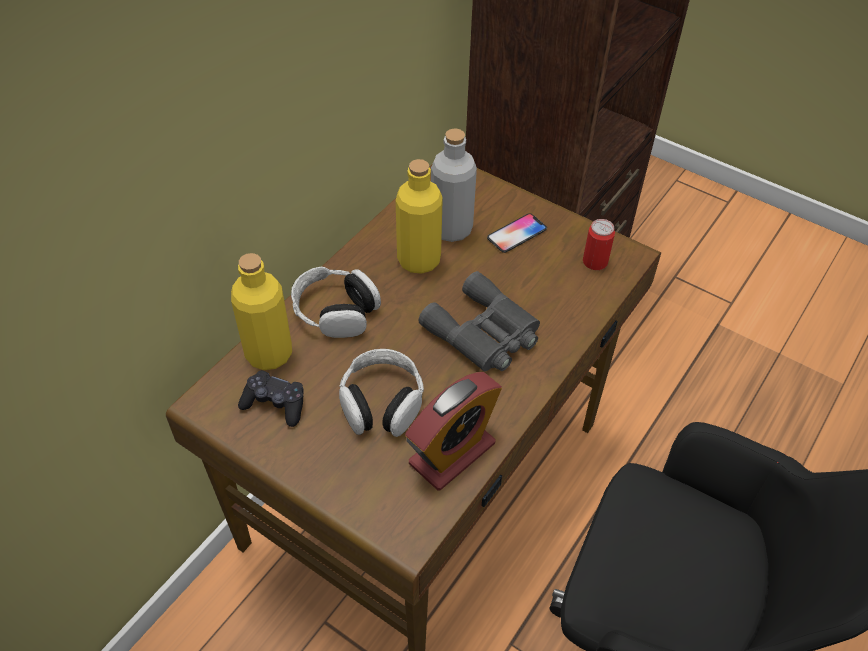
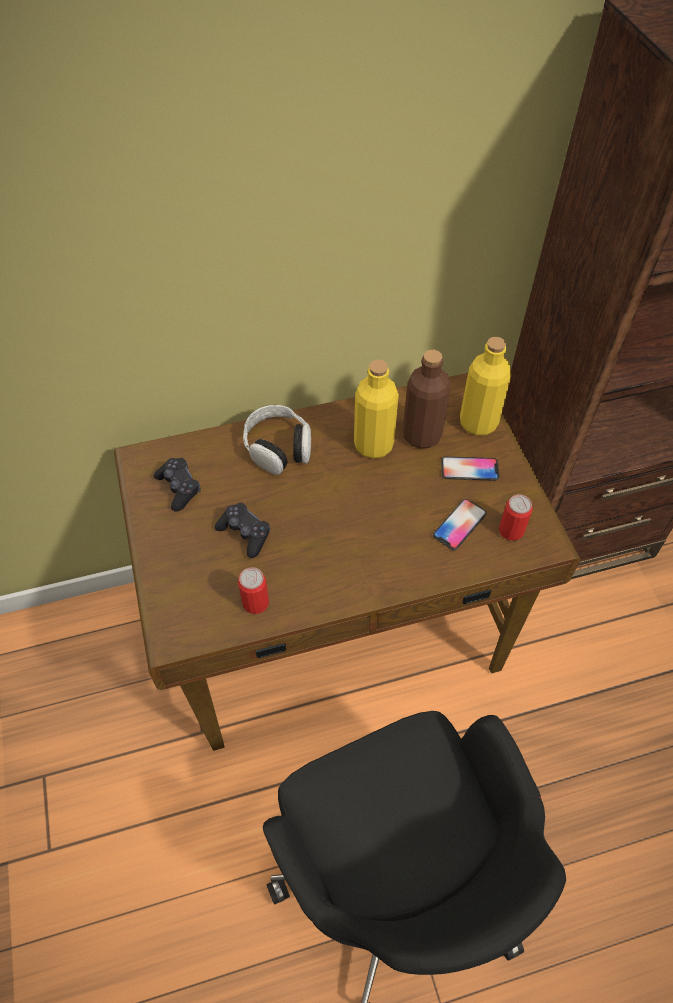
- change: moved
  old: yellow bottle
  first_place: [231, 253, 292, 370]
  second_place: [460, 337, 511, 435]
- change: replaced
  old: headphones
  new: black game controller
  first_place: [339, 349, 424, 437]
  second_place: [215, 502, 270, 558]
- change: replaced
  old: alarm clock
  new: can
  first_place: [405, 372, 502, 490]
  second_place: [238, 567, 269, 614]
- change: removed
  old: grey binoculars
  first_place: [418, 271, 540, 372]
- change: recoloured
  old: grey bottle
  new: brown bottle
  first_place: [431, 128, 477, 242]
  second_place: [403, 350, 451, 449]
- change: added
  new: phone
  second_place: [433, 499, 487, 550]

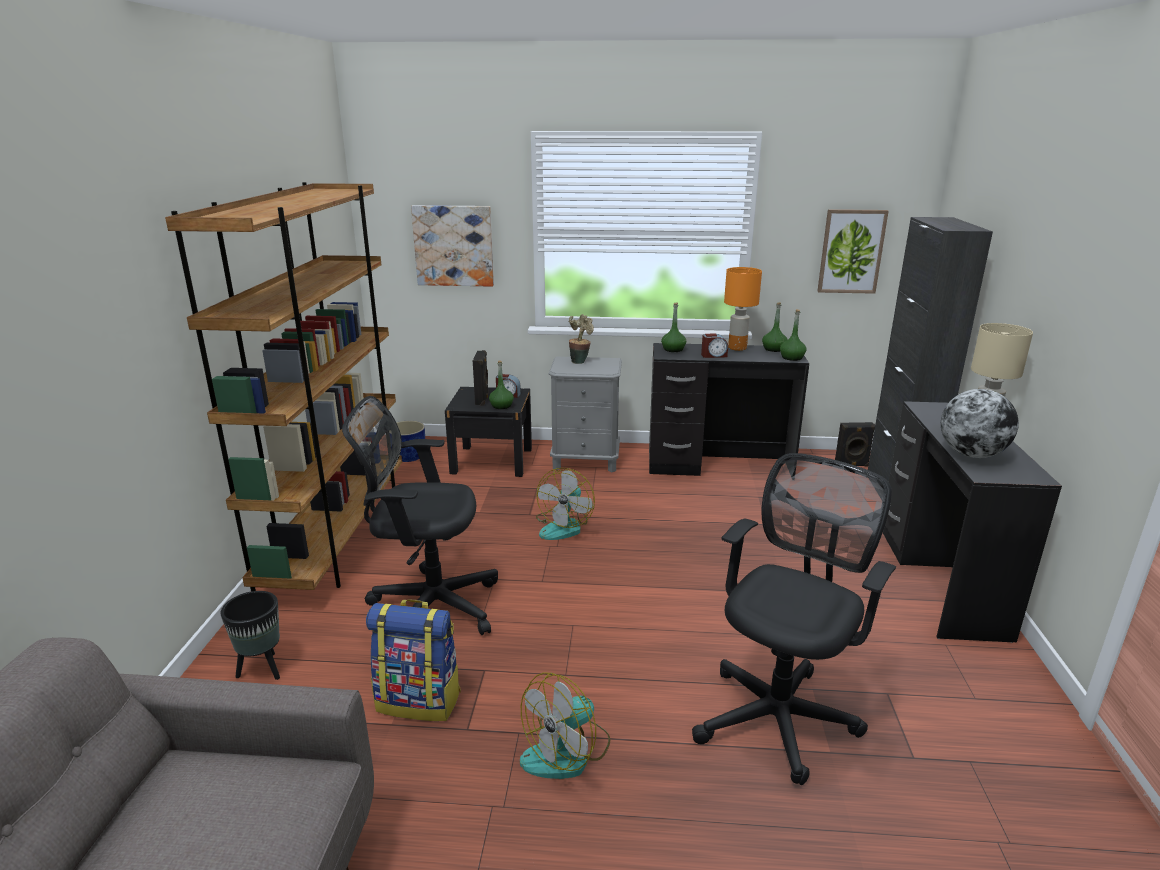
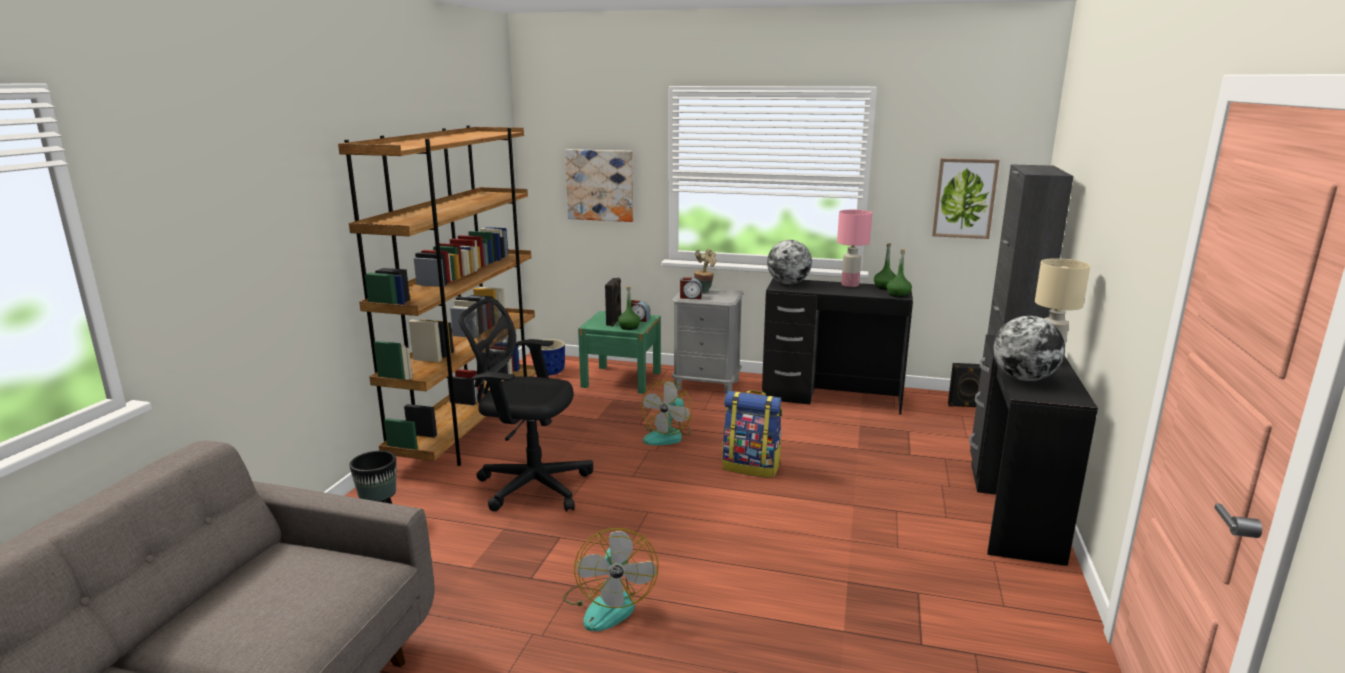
- change: moved
  old: backpack
  first_place: [366, 600, 461, 721]
  second_place: [722, 390, 783, 478]
- change: recoloured
  old: black nightstand
  new: green nightstand
  first_place: [445, 387, 532, 477]
  second_place: [578, 311, 661, 394]
- change: turned
  old: fan
  first_place: [520, 672, 611, 779]
  second_place: [563, 528, 658, 631]
  degrees: -60
- change: replaced
  old: green bottle
  new: globe
  first_place: [661, 303, 686, 352]
  second_place: [767, 240, 812, 285]
- change: removed
  old: black office chair
  first_place: [692, 453, 896, 785]
- change: moved
  old: alarm clock
  first_place: [701, 334, 728, 358]
  second_place: [680, 277, 702, 299]
- change: recoloured
  old: orange table lamp
  new: pink table lamp
  first_place: [724, 267, 762, 351]
  second_place: [837, 210, 872, 287]

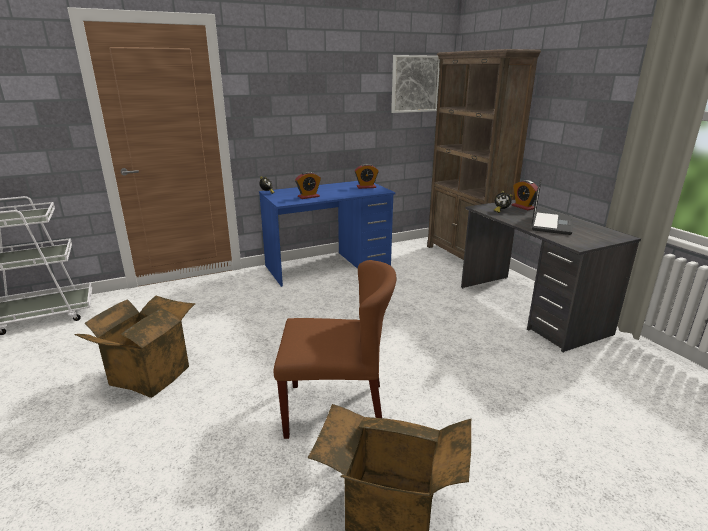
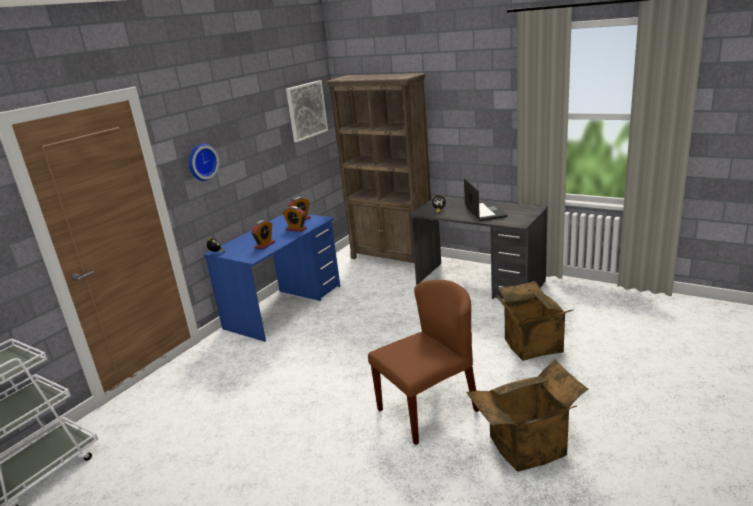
- change: moved
  old: cardboard box
  first_place: [74, 296, 196, 398]
  second_place: [495, 281, 573, 361]
- change: moved
  old: alarm clock
  first_place: [512, 180, 538, 210]
  second_place: [283, 206, 307, 232]
- change: added
  new: wall clock
  second_place: [189, 144, 219, 181]

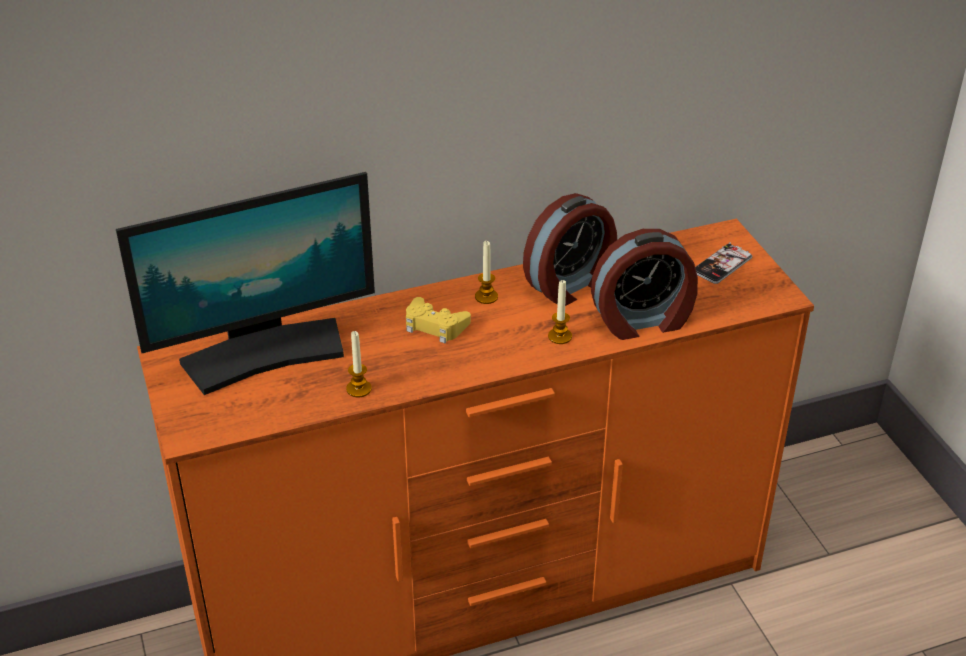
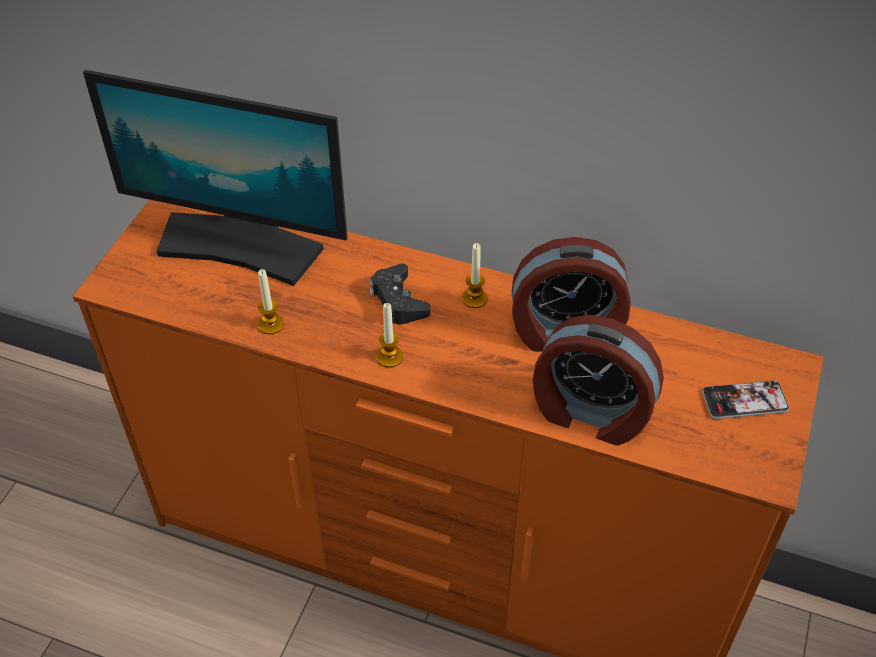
- change: recoloured
  old: yellow game controller
  new: black game controller
  first_place: [406, 297, 471, 343]
  second_place: [370, 264, 431, 325]
- change: moved
  old: candle
  first_place: [548, 280, 572, 344]
  second_place: [376, 303, 403, 368]

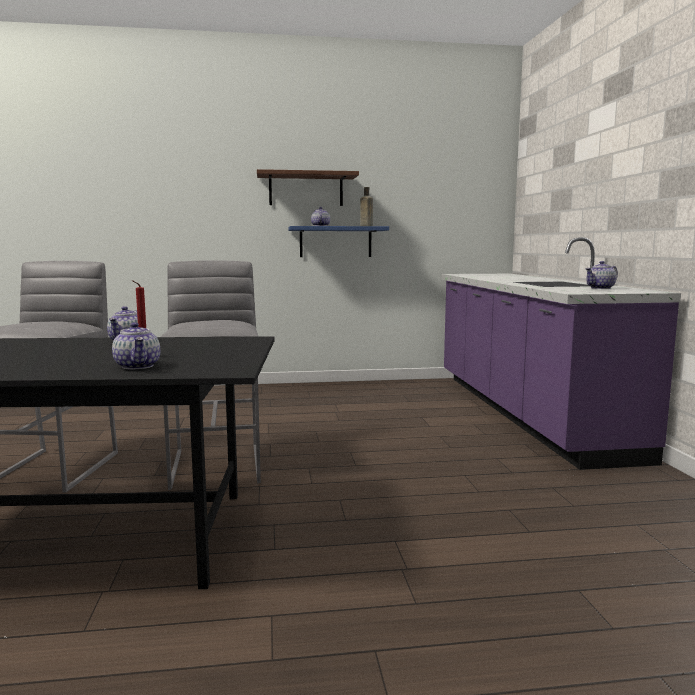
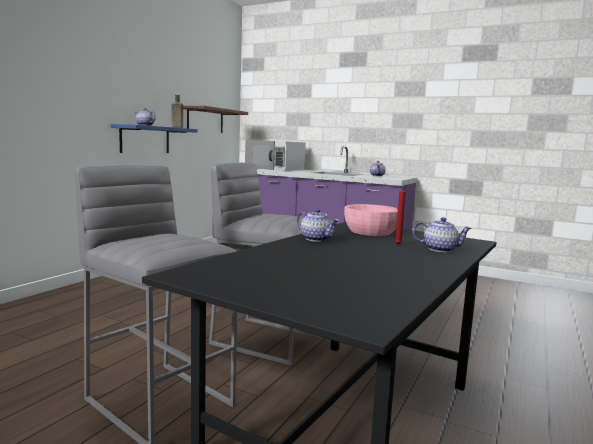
- change: moved
  old: brown shelf
  first_place: [257, 169, 359, 206]
  second_place: [183, 106, 248, 133]
- change: added
  new: white microwave
  second_place: [245, 140, 306, 171]
- change: added
  new: pink bowl
  second_place: [344, 204, 398, 236]

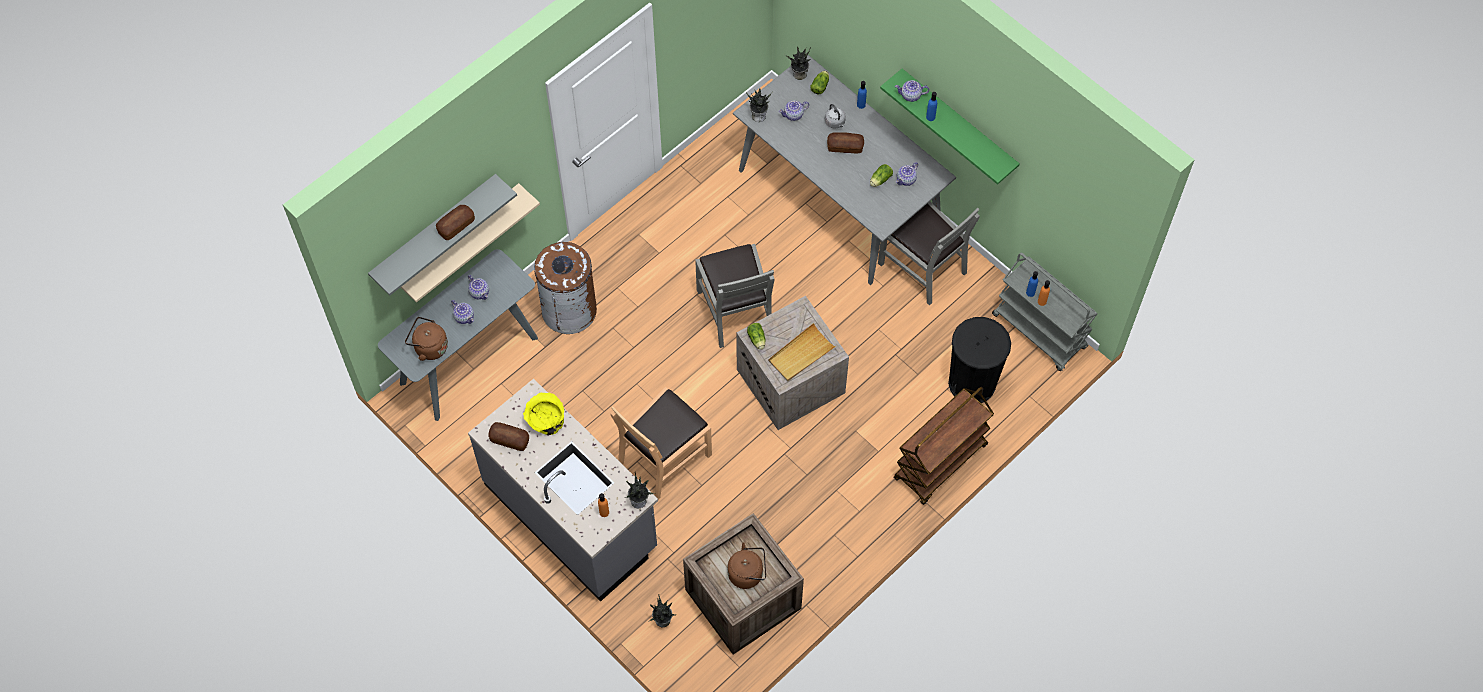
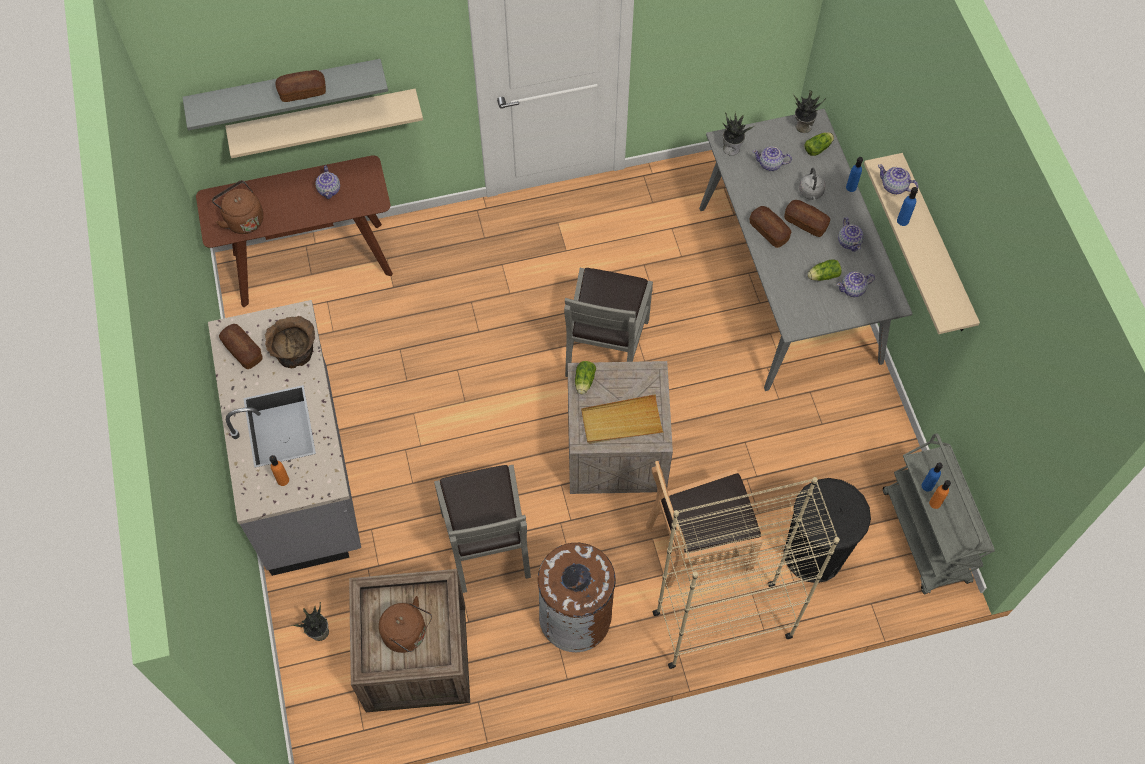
- change: recoloured
  old: grey console table
  new: brown console table
  first_place: [378, 249, 538, 421]
  second_place: [196, 155, 393, 307]
- change: moved
  old: teapot
  first_place: [451, 300, 474, 324]
  second_place: [838, 217, 864, 252]
- change: recoloured
  old: yellow bowl
  new: brown bowl
  first_place: [523, 392, 564, 435]
  second_place: [265, 316, 315, 368]
- change: moved
  old: brown trash can
  first_place: [534, 242, 597, 334]
  second_place: [538, 543, 616, 652]
- change: moved
  old: brown chair
  first_place: [610, 387, 712, 499]
  second_place: [646, 461, 763, 589]
- change: removed
  old: potted plant
  first_place: [625, 473, 655, 508]
- change: moved
  old: grey chair
  first_place: [878, 202, 980, 305]
  second_place: [434, 465, 531, 593]
- change: recoloured
  old: green shelf
  new: beige shelf
  first_place: [880, 69, 1020, 185]
  second_place: [864, 153, 980, 334]
- change: replaced
  old: brown cart
  new: beige bookcase
  first_place: [894, 387, 994, 505]
  second_place: [652, 477, 840, 669]
- change: added
  new: bread
  second_place: [750, 206, 792, 248]

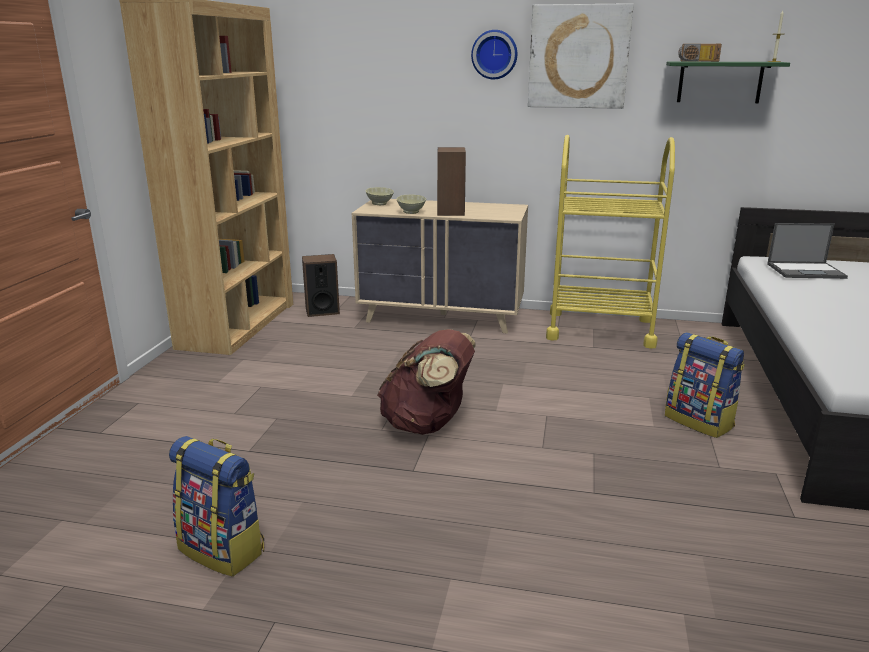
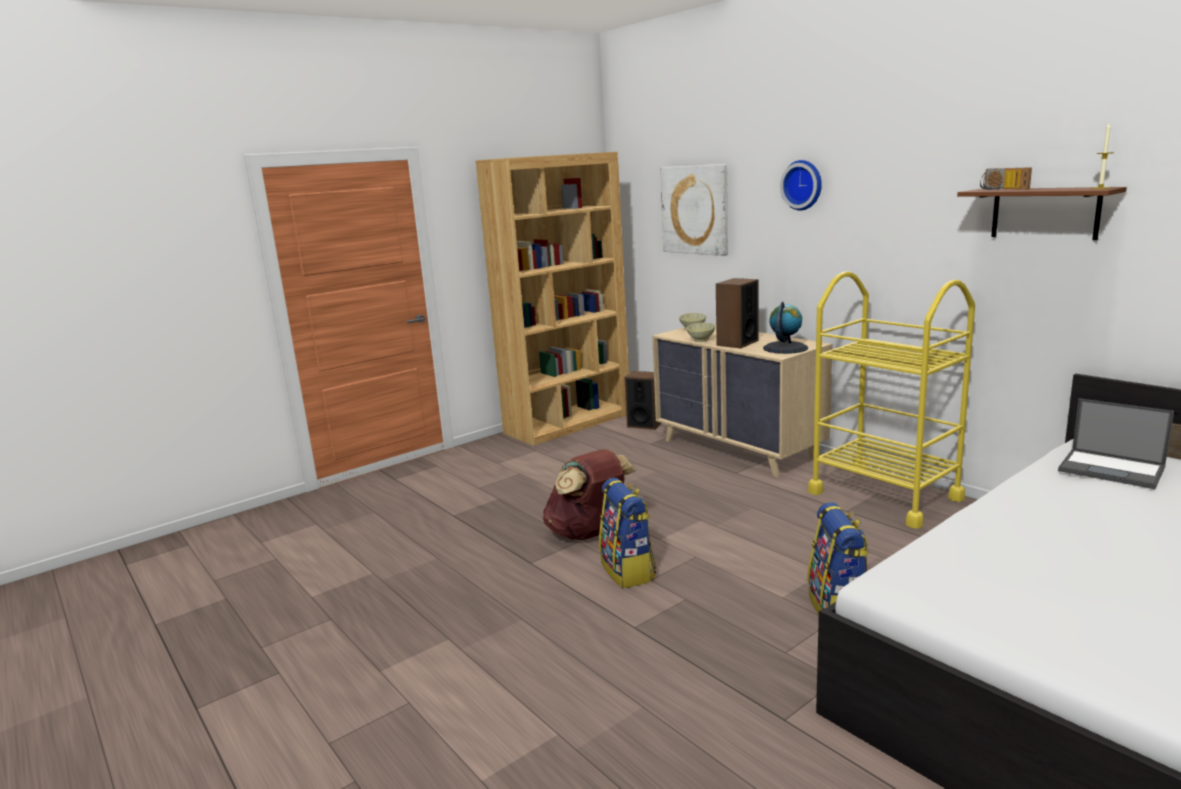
- change: moved
  old: backpack
  first_place: [169, 436, 264, 577]
  second_place: [599, 478, 656, 589]
- change: moved
  old: picture
  first_place: [528, 3, 634, 109]
  second_place: [660, 164, 728, 256]
- change: recoloured
  old: green shelf
  new: brown shelf
  first_place: [666, 62, 790, 103]
  second_place: [957, 187, 1127, 240]
- change: added
  new: globe
  second_place: [763, 302, 808, 354]

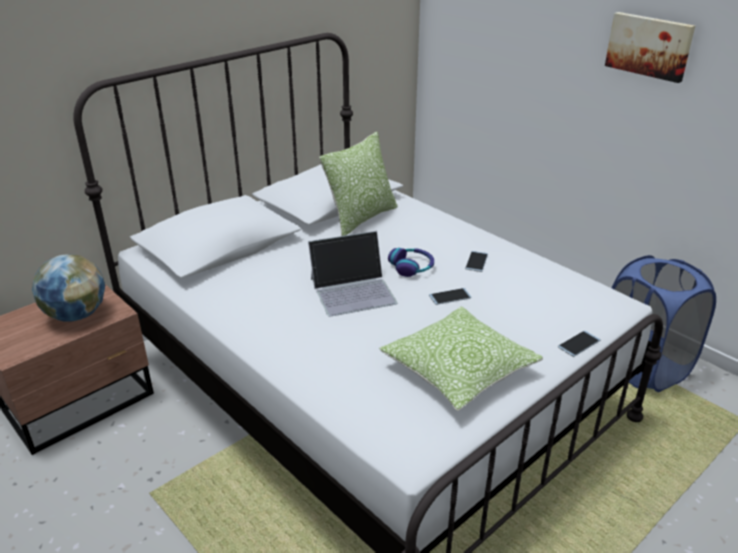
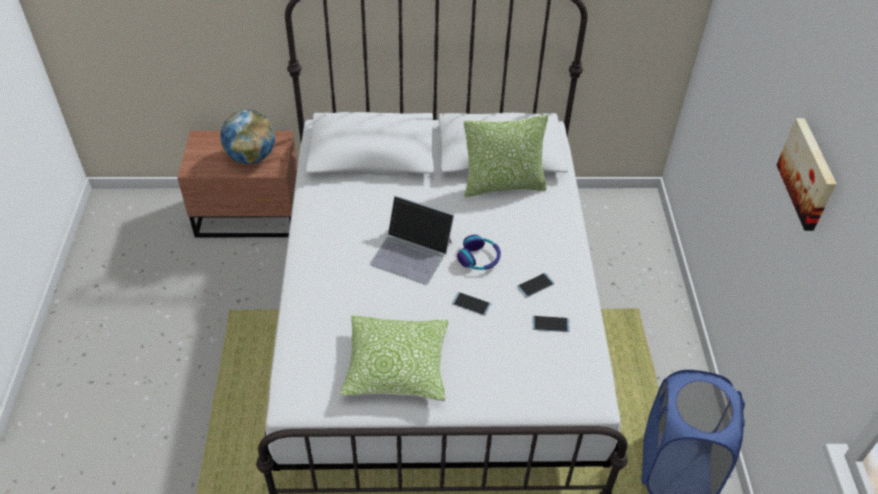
- change: moved
  old: phone
  first_place: [558, 331, 600, 357]
  second_place: [532, 316, 570, 332]

